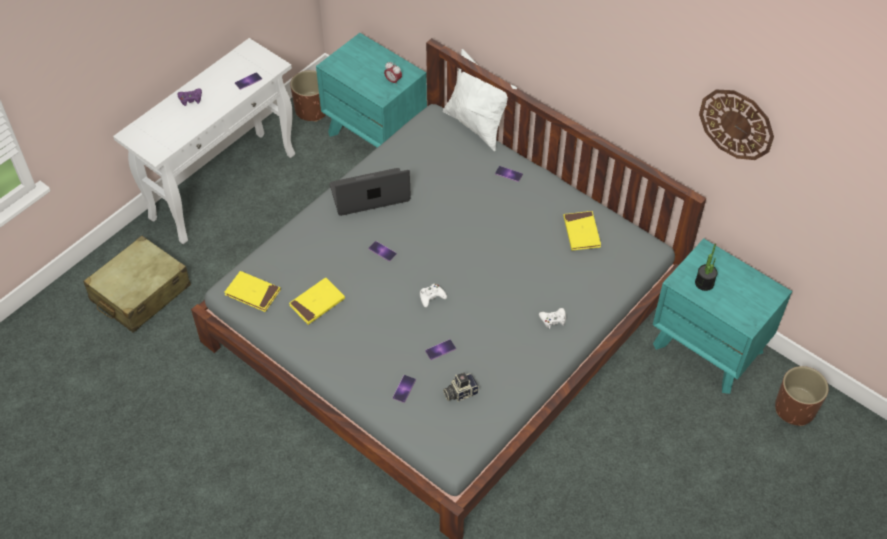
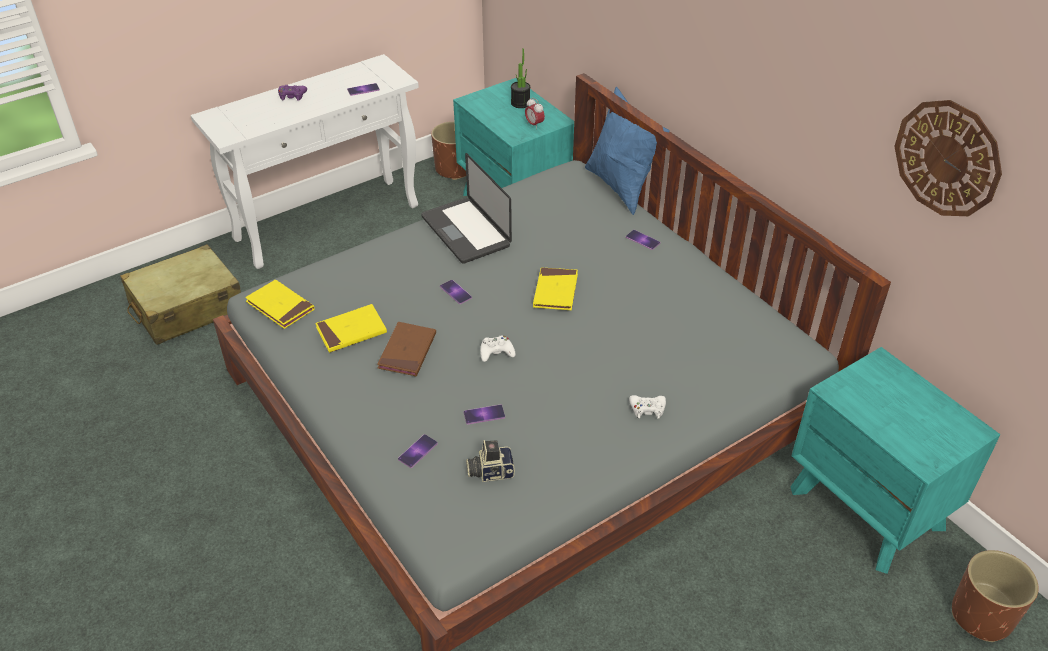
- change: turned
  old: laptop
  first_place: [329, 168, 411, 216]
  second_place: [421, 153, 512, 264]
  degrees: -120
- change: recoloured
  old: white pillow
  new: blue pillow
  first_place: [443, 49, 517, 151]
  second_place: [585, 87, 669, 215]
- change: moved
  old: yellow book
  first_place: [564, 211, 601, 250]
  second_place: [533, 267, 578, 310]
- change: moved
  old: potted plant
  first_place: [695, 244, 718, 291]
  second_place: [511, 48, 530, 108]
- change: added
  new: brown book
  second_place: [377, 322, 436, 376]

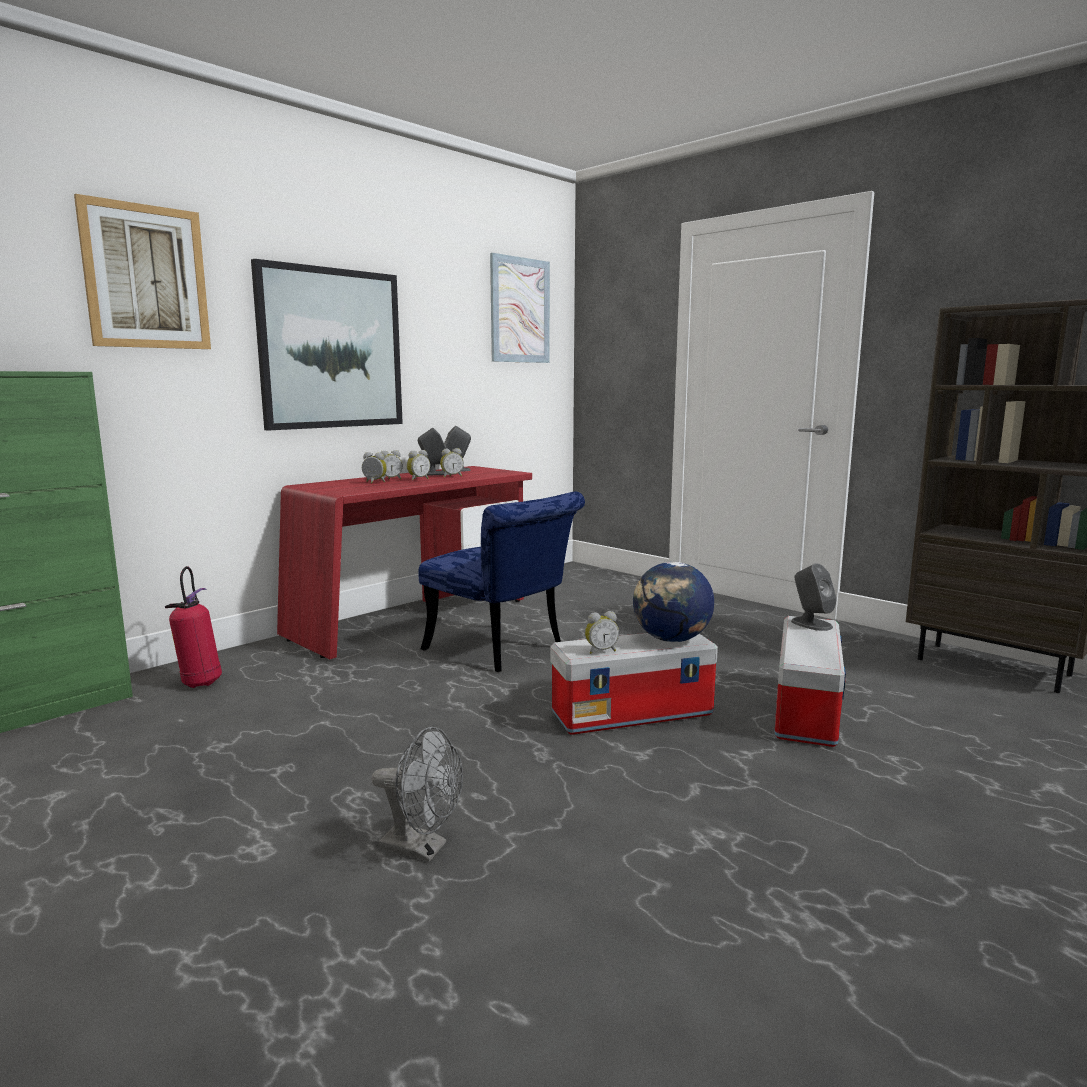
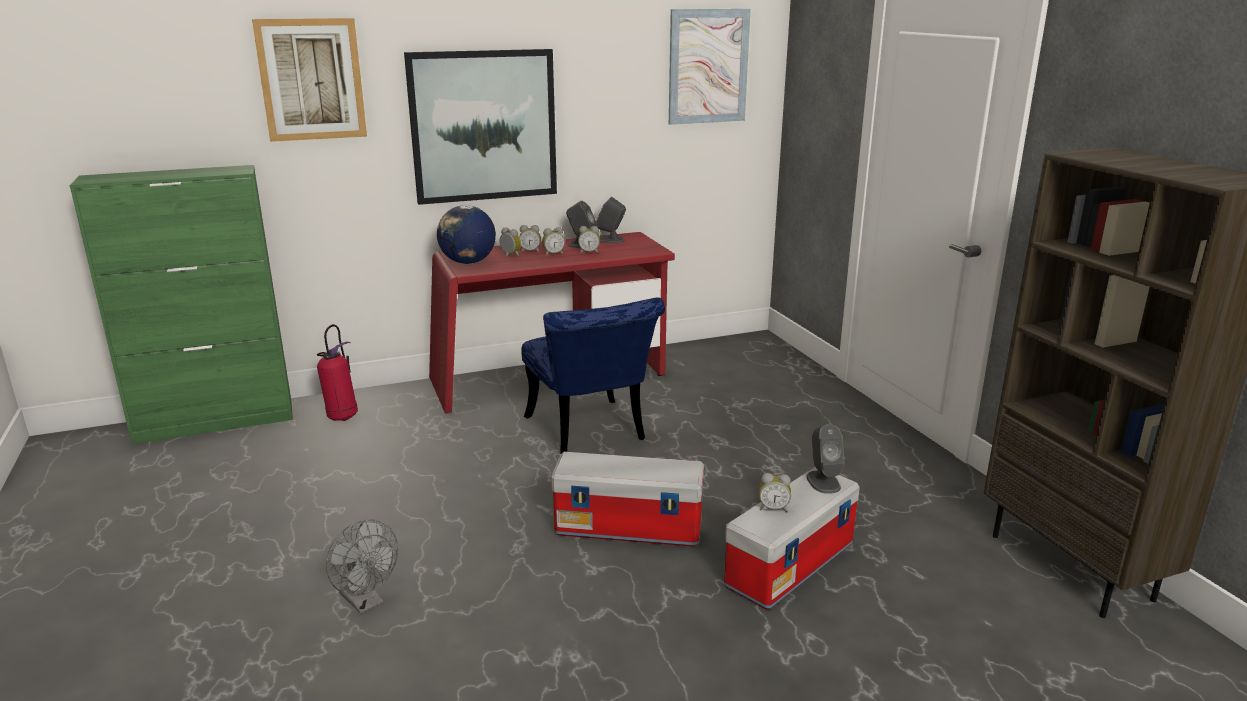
- change: moved
  old: alarm clock
  first_place: [585, 611, 619, 654]
  second_place: [759, 473, 791, 513]
- change: moved
  old: globe
  first_place: [633, 562, 714, 642]
  second_place: [437, 205, 496, 264]

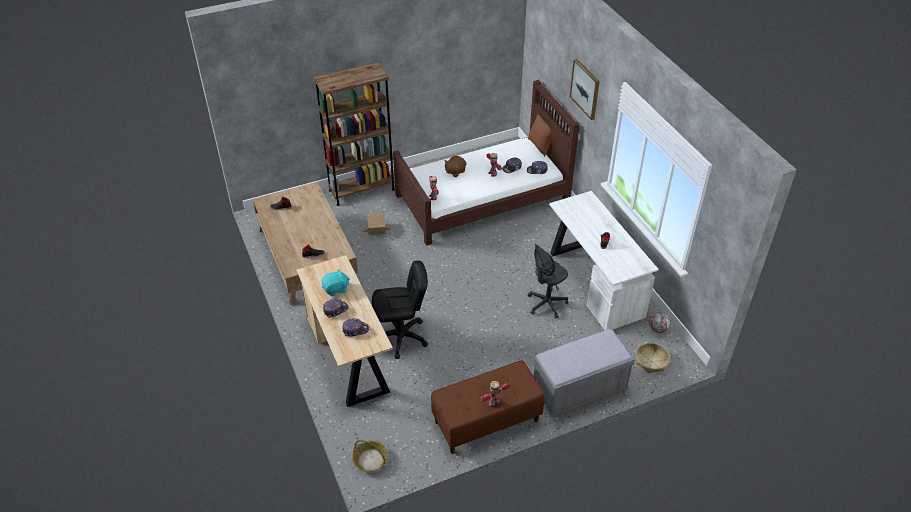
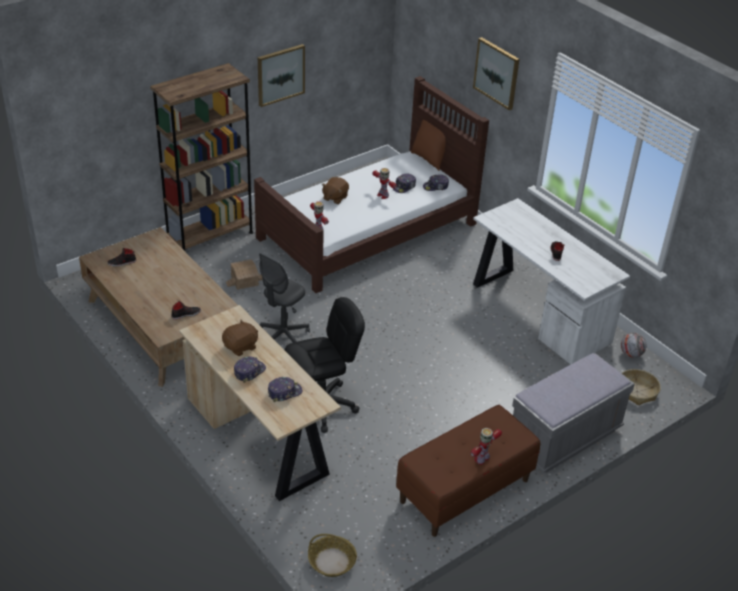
- change: recoloured
  old: turquoise plush toy
  new: brown plush toy
  first_place: [321, 269, 350, 296]
  second_place: [222, 320, 258, 356]
- change: moved
  old: grey office chair
  first_place: [528, 244, 568, 319]
  second_place: [259, 253, 310, 343]
- change: added
  new: picture
  second_place: [258, 44, 305, 107]

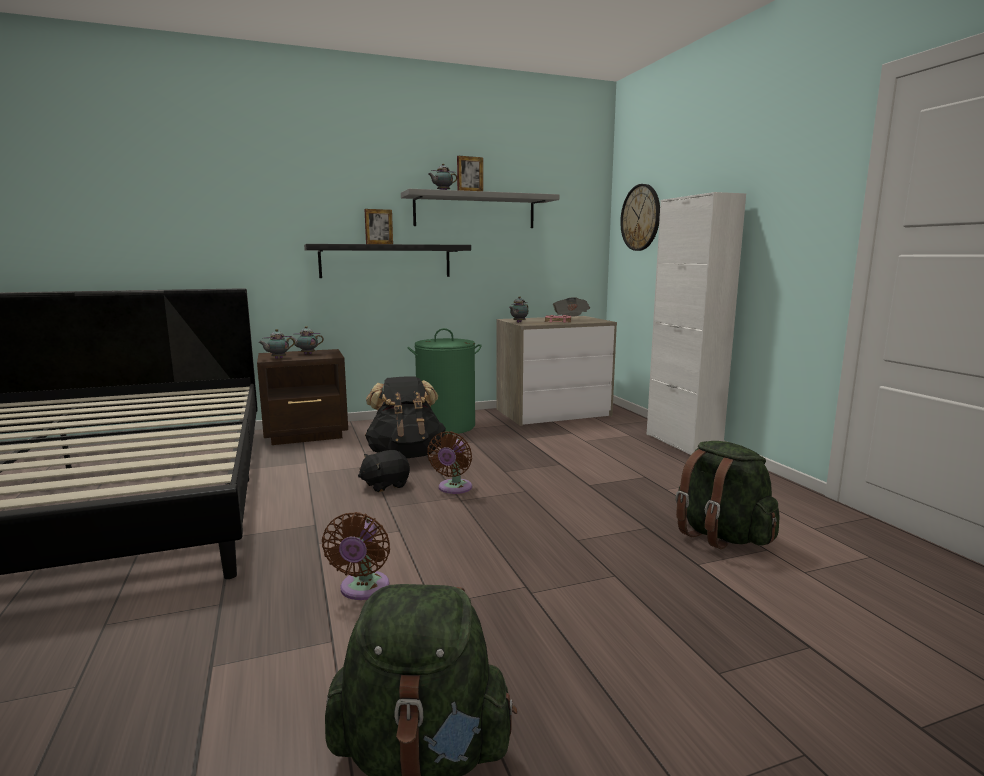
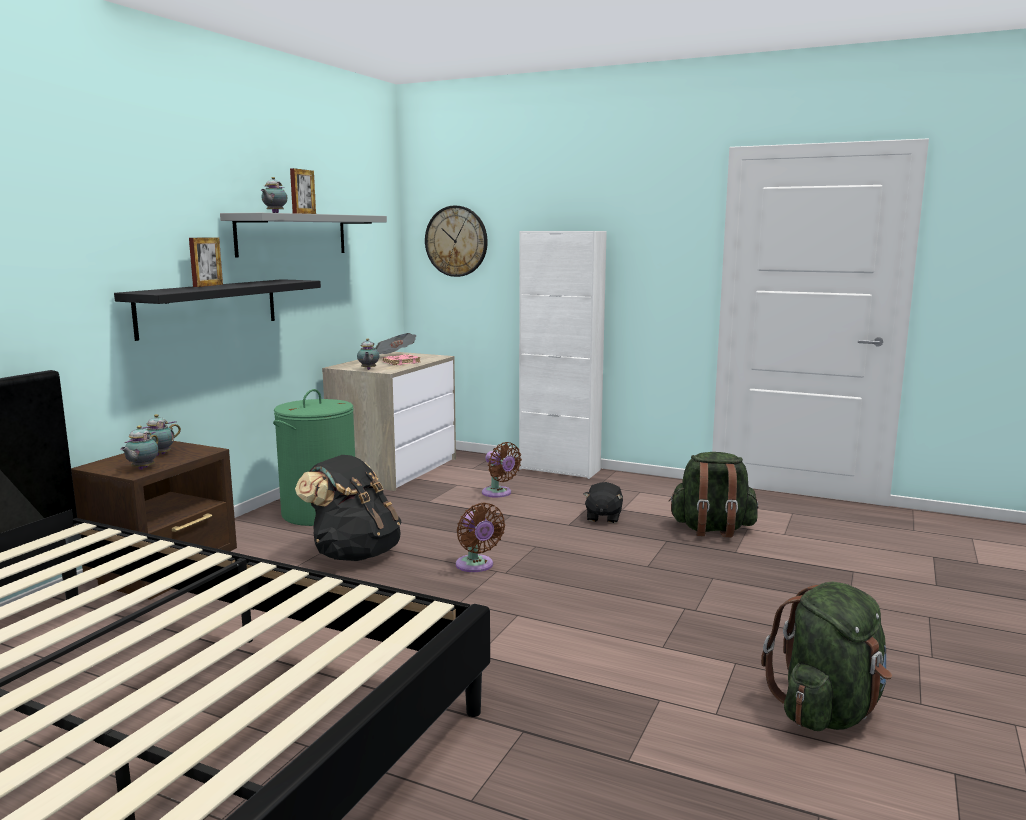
- change: moved
  old: brown fan
  first_place: [322, 512, 390, 600]
  second_place: [482, 442, 522, 498]
- change: moved
  old: black plush toy
  first_place: [358, 450, 410, 492]
  second_place: [584, 482, 623, 523]

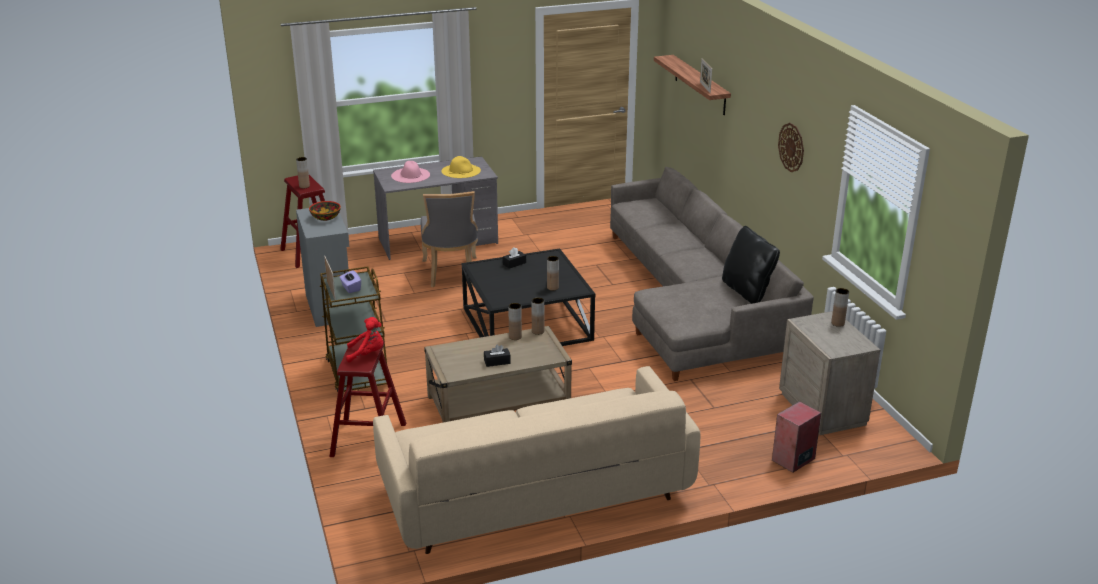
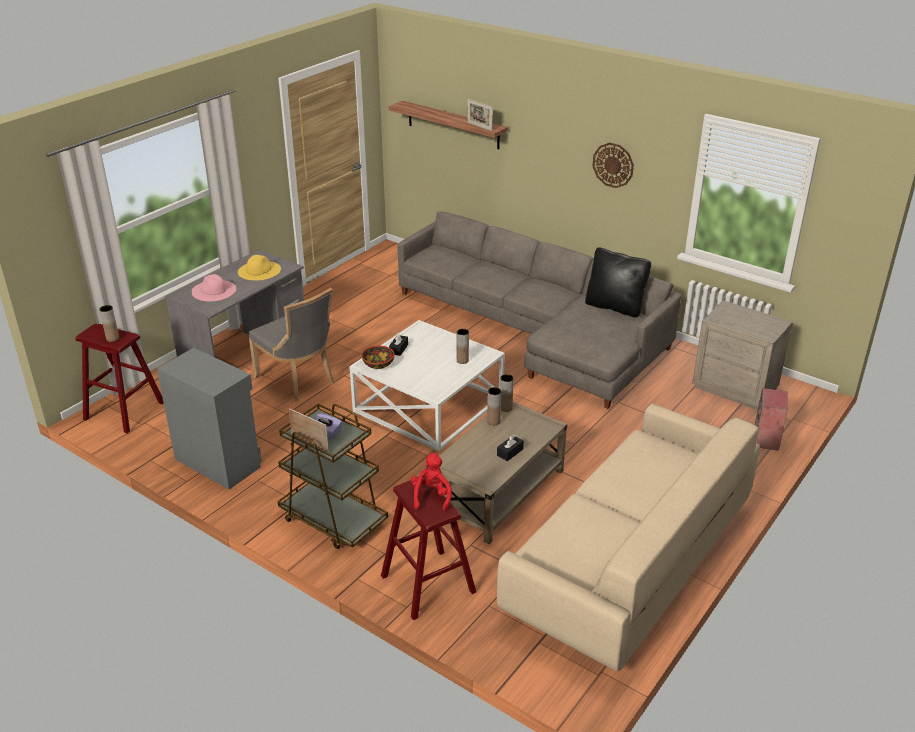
- change: moved
  old: bowl
  first_place: [309, 201, 341, 221]
  second_place: [361, 346, 395, 369]
- change: turned
  old: red plush toy
  first_place: [346, 317, 383, 363]
  second_place: [411, 453, 452, 511]
  degrees: -45
- change: recoloured
  old: black coffee table
  new: white coffee table
  first_place: [462, 248, 596, 346]
  second_place: [349, 320, 505, 451]
- change: removed
  old: brown vase
  first_place: [831, 288, 849, 327]

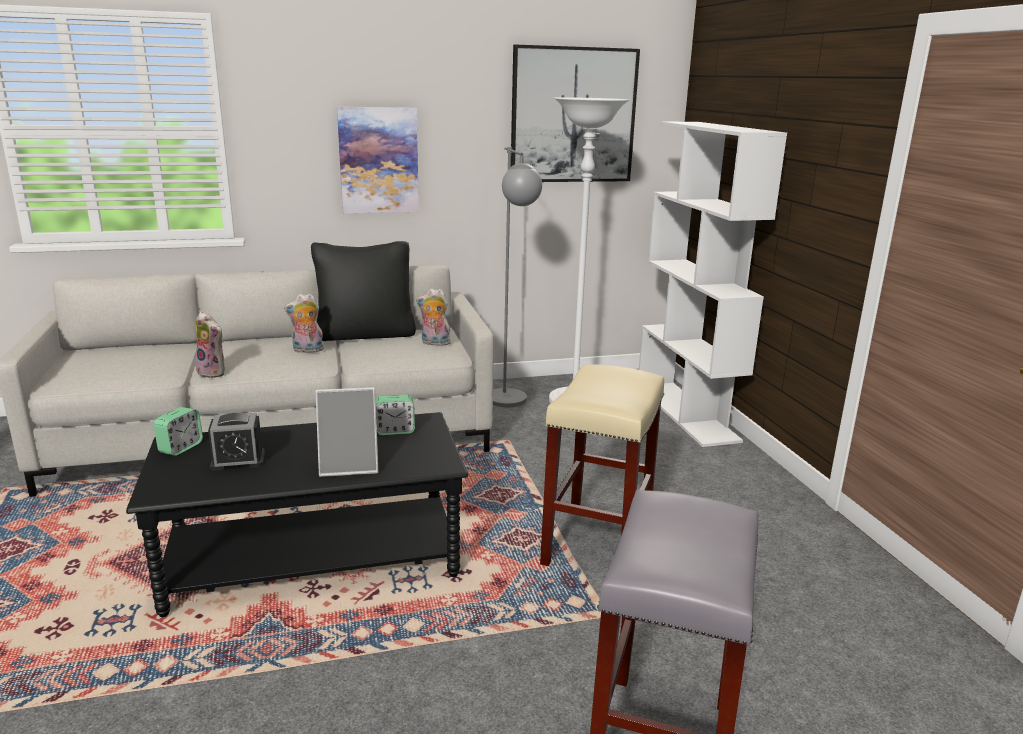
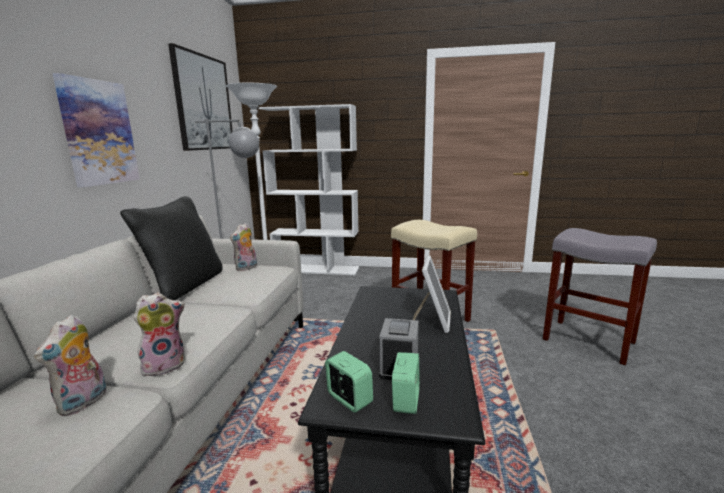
- change: moved
  old: plush toy
  first_place: [284, 293, 324, 354]
  second_place: [34, 315, 107, 416]
- change: moved
  old: alarm clock
  first_place: [376, 395, 415, 436]
  second_place: [392, 352, 420, 414]

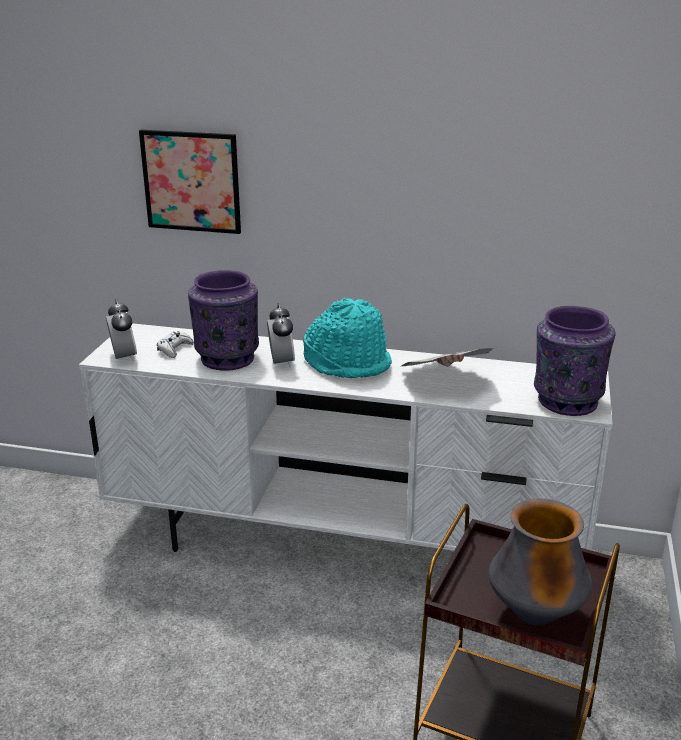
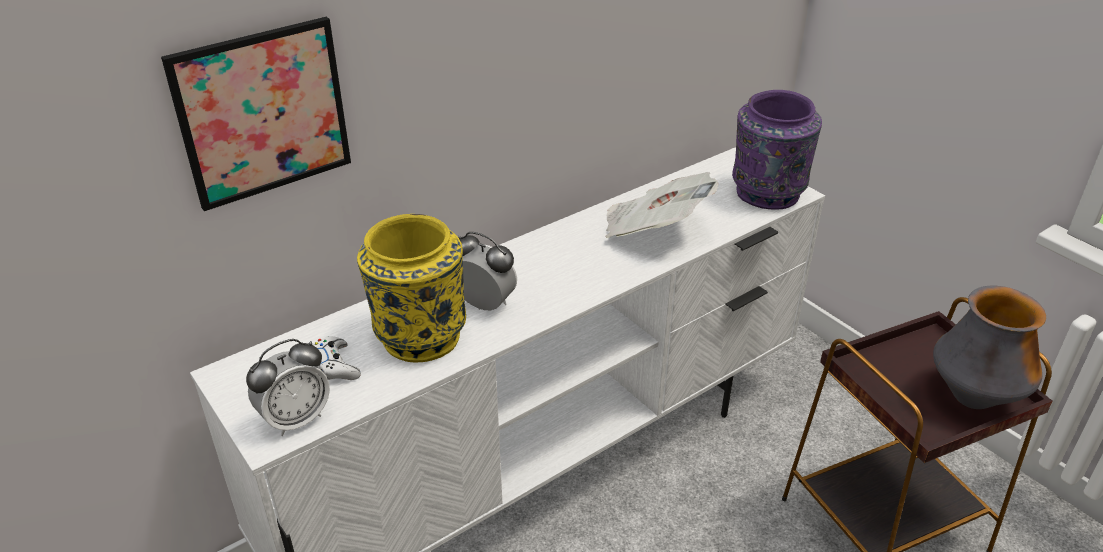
- change: turned
  old: alarm clock
  first_place: [106, 299, 137, 362]
  second_place: [246, 339, 330, 436]
  degrees: 120
- change: recoloured
  old: purple vase
  new: yellow vase
  first_place: [188, 270, 259, 371]
  second_place: [357, 214, 466, 362]
- change: removed
  old: turquoise hat
  first_place: [303, 298, 392, 378]

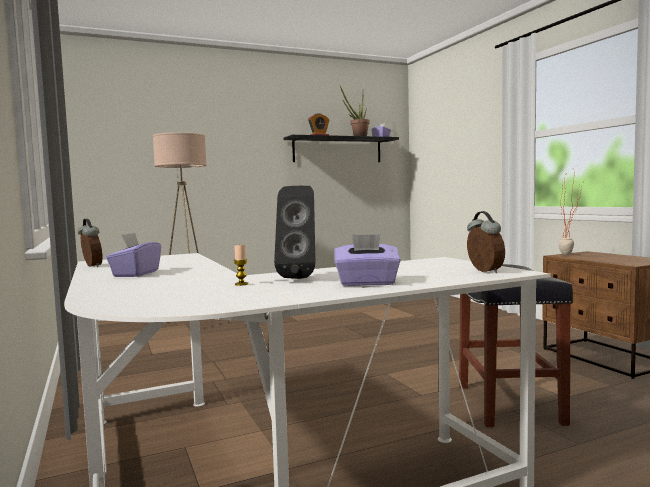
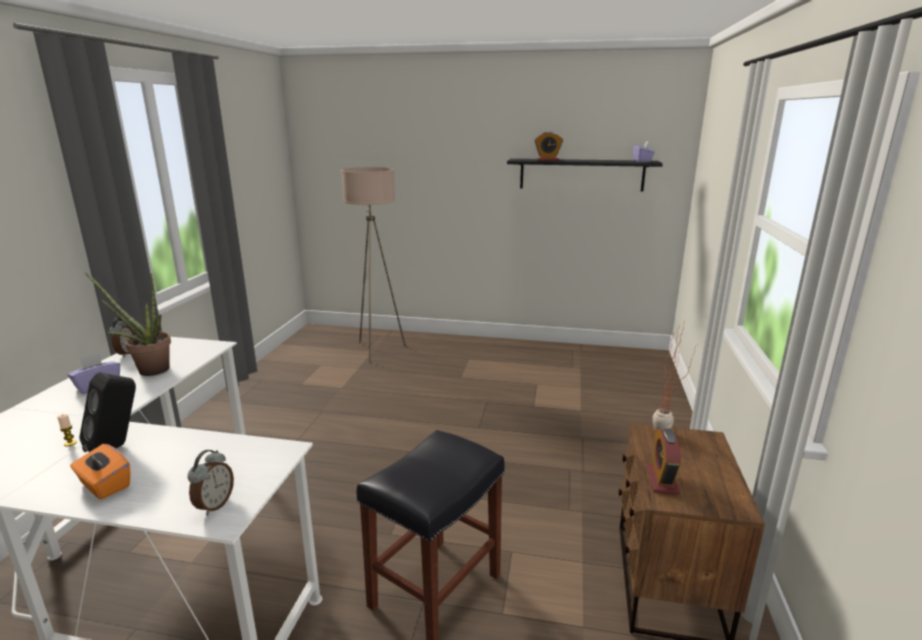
- change: recoloured
  old: purple tissue box
  new: orange tissue box
  first_place: [335, 234, 400, 286]
  second_place: [70, 444, 131, 499]
- change: moved
  old: potted plant
  first_place: [340, 86, 370, 136]
  second_place: [84, 272, 171, 376]
- change: added
  new: alarm clock
  second_place: [647, 428, 681, 495]

